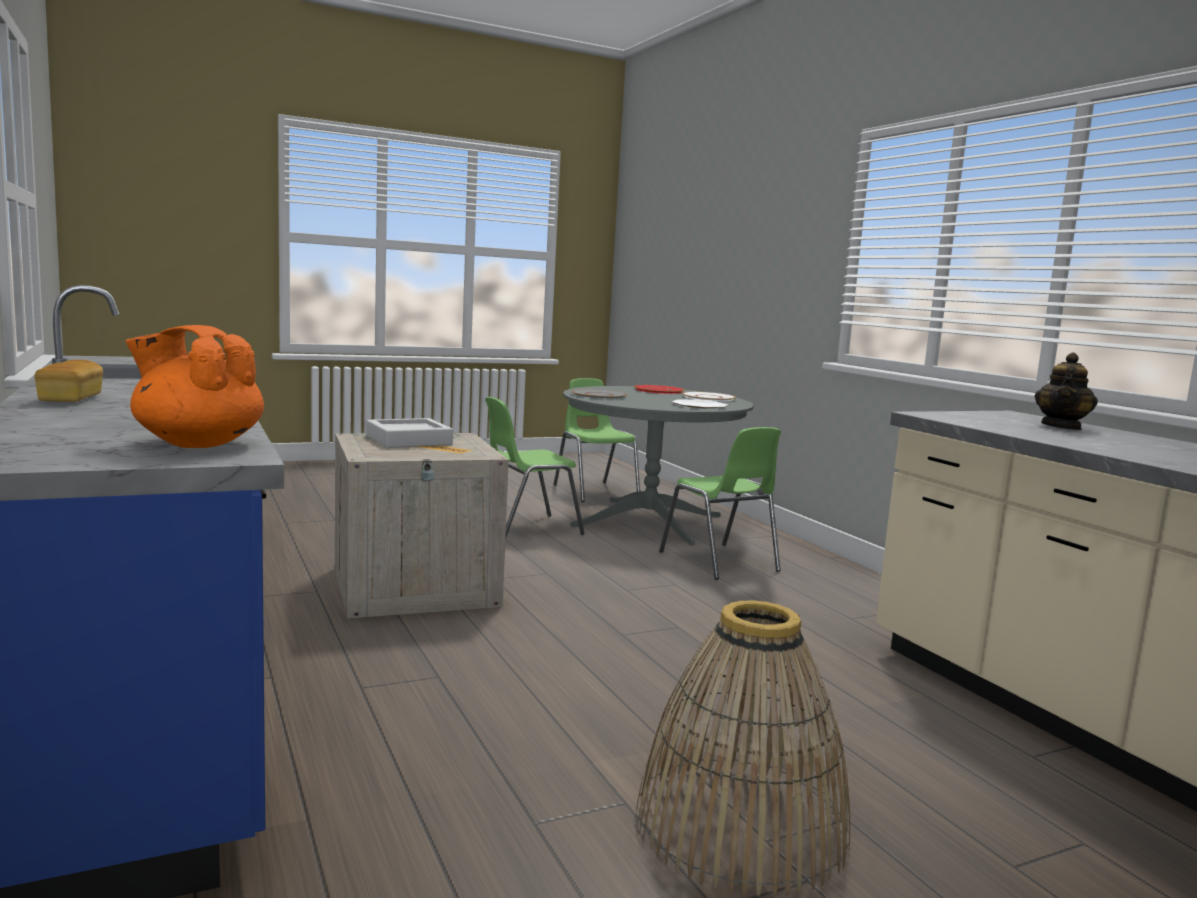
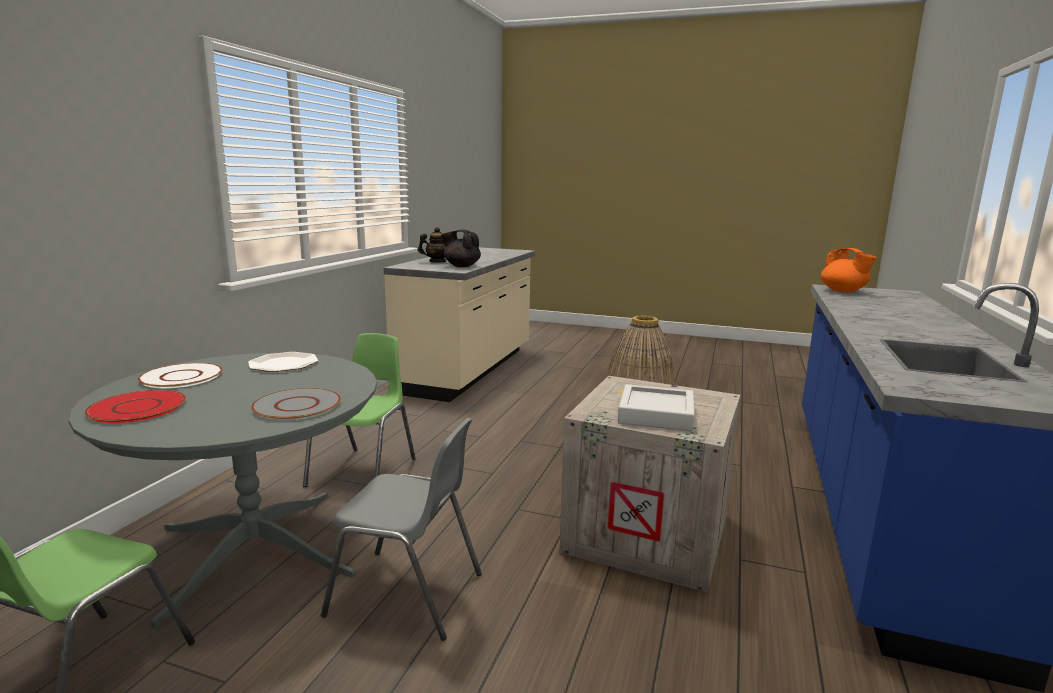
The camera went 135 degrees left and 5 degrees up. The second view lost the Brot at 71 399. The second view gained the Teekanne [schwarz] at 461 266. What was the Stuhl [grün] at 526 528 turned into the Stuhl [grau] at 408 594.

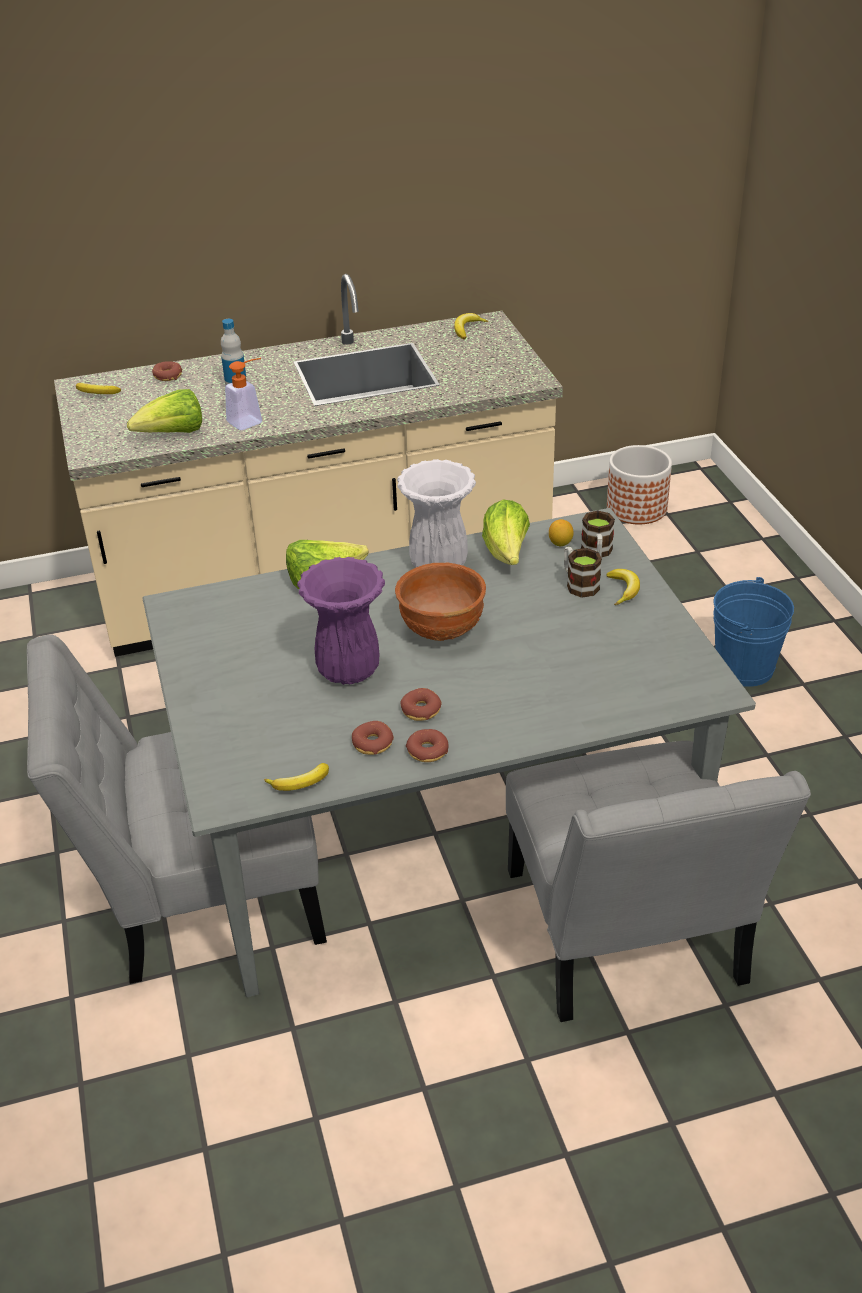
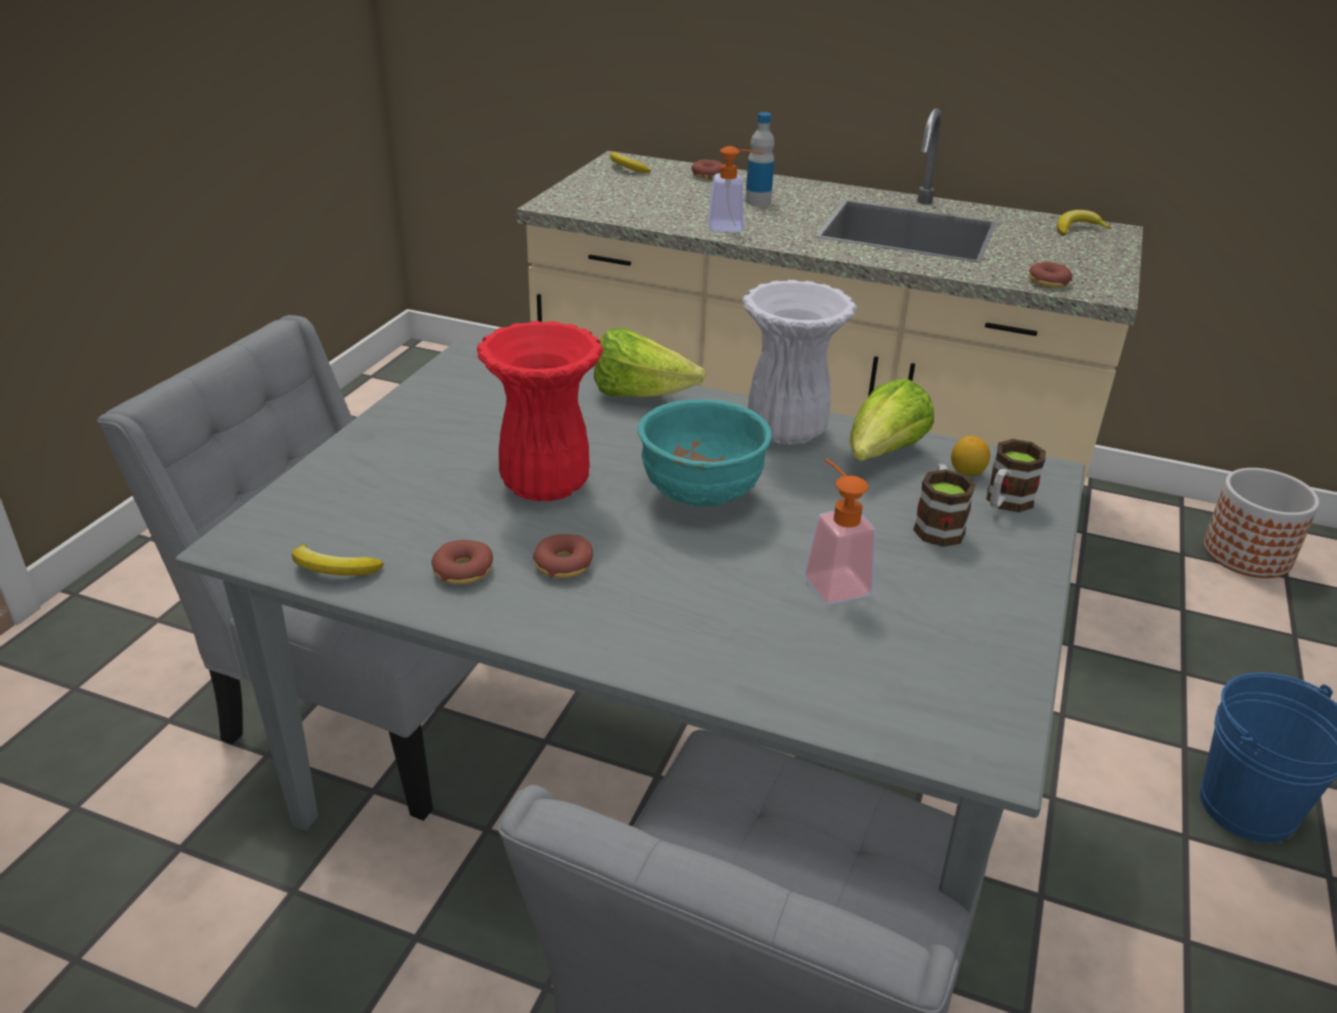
The camera went 35 degrees right and 5 degrees down. The second view lost the Salatkopf at 173 434. The second view lost the Banane at 623 590. The second view gained the Seifenspender at 831 579. The Donut ended up elsewhere, having gone from 427 751 to 1048 282. What was the Vase [lila] at 349 671 turned into the Vase [rot] at 544 487. What was the Schüssel [braun] at 442 630 turned into the Schüssel [türkis] at 702 495.

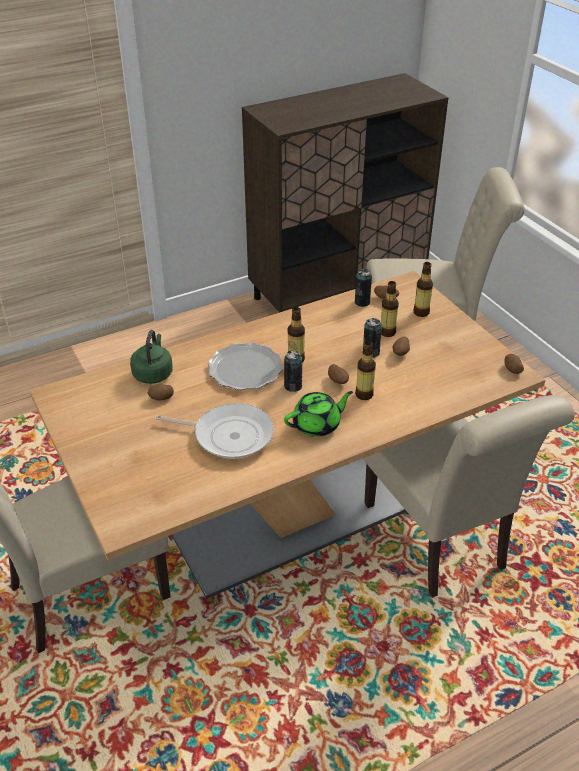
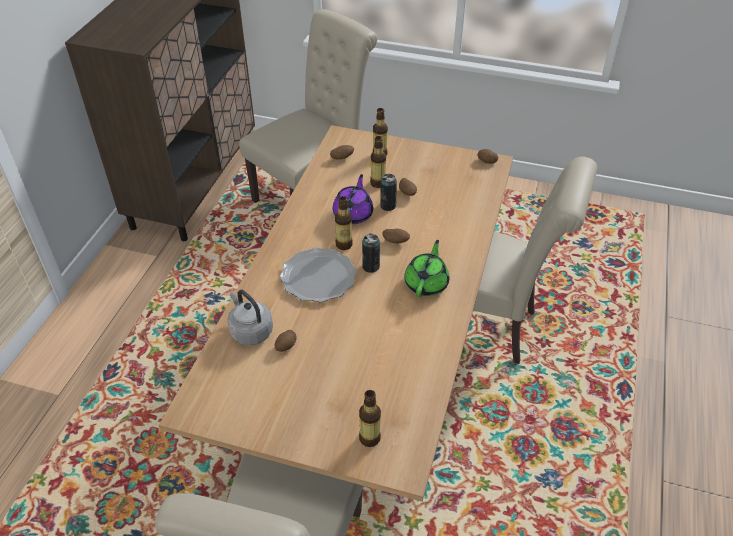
The camera went 45 degrees left and 5 degrees up. The second view lost the Pfanne at 229 435. The second view lost the Dose at 362 302. The second view gained the Teekanne [lila] at 353 214. The Flasche ended up elsewhere, having gone from 364 394 to 369 438. What was the Wasserkessel [grün] at 153 373 turned into the Wasserkessel [grau] at 250 331.

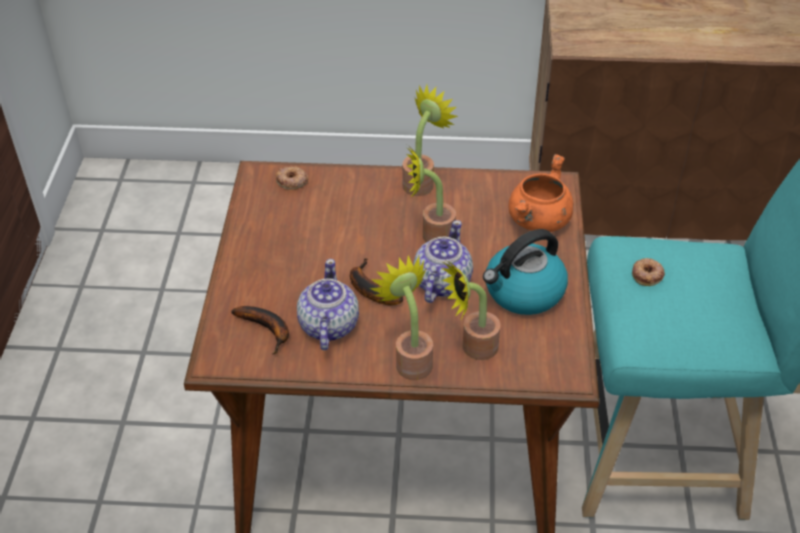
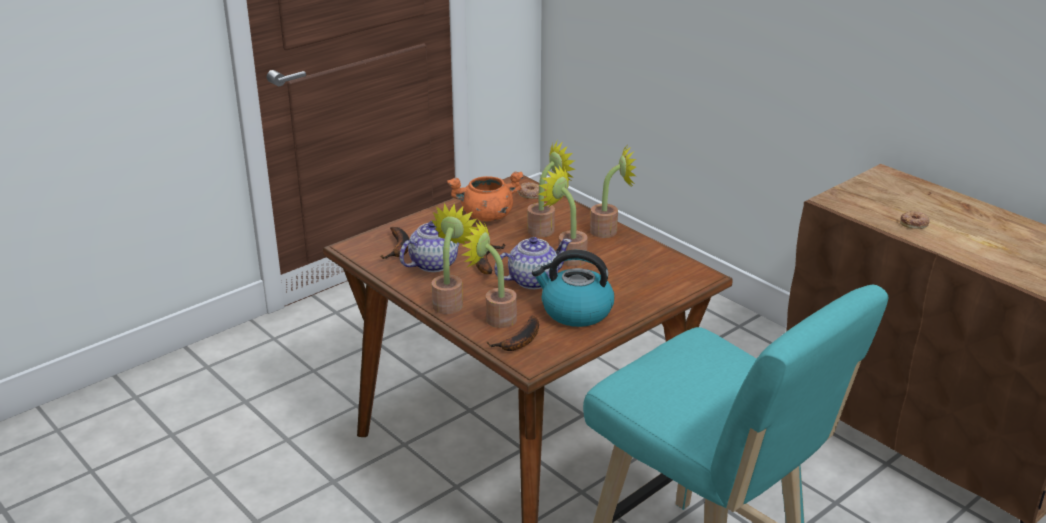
The camera went 45 degrees right and 15 degrees down. The second view gained the Banane at 519 342. The second view gained the Topfpflanze at 545 229. The Kochtopf [orange] ended up elsewhere, having gone from 539 221 to 487 216. The Donut ended up elsewhere, having gone from 647 274 to 914 223.

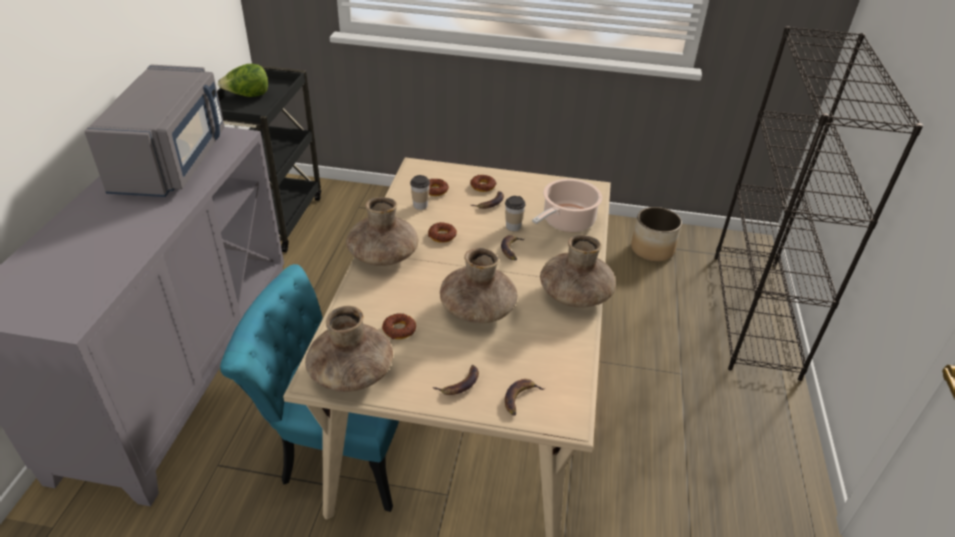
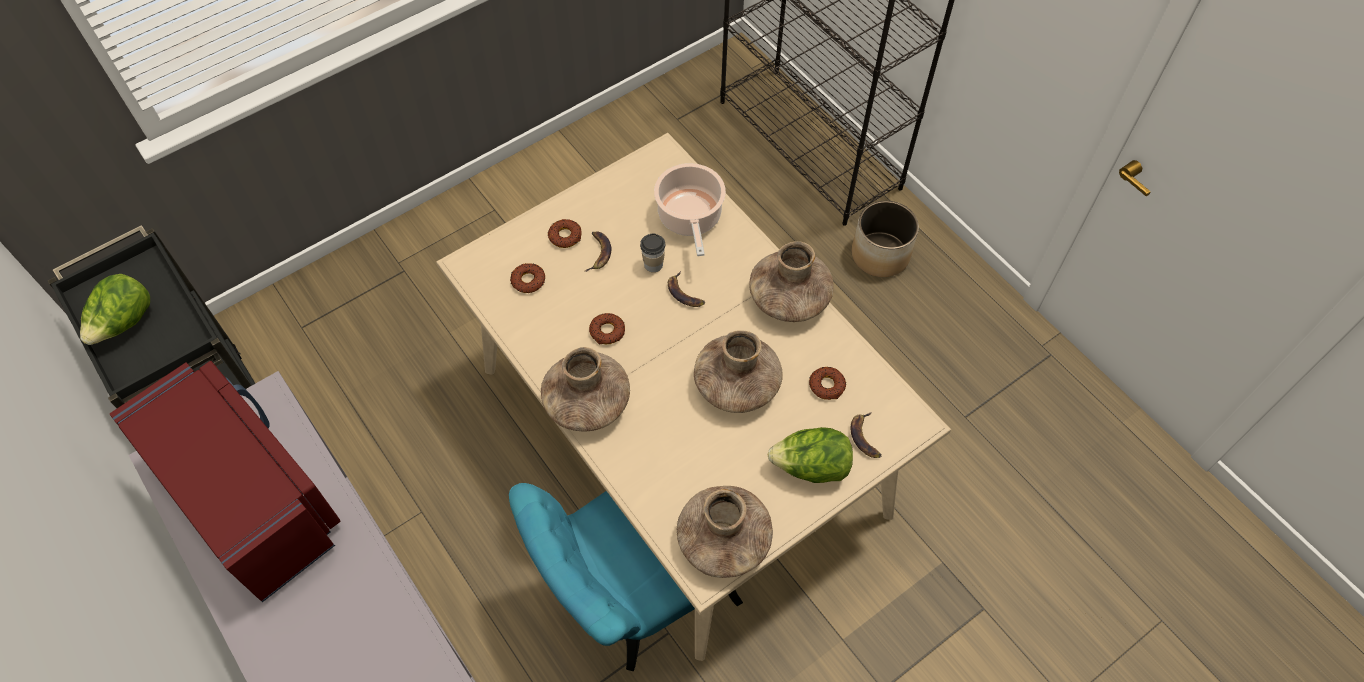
The camera went 45 degrees left and 20 degrees up. The second view lost the Tasse at 420 205. The Donut ended up elsewhere, having gone from 399 330 to 827 385. The Pflanzkübel ended up elsewhere, having gone from 652 249 to 880 254. Where the Banane stood at 460 383, the Salatkopf came to stand at 811 467. What was the Mikrowelle [grau] at 173 161 turned into the Mikrowelle [rot] at 251 497.

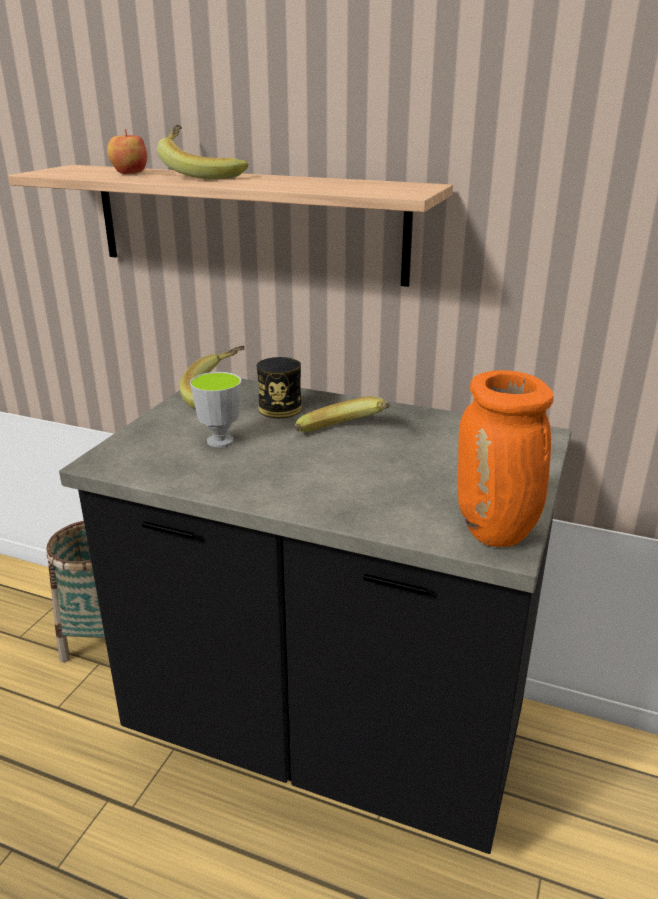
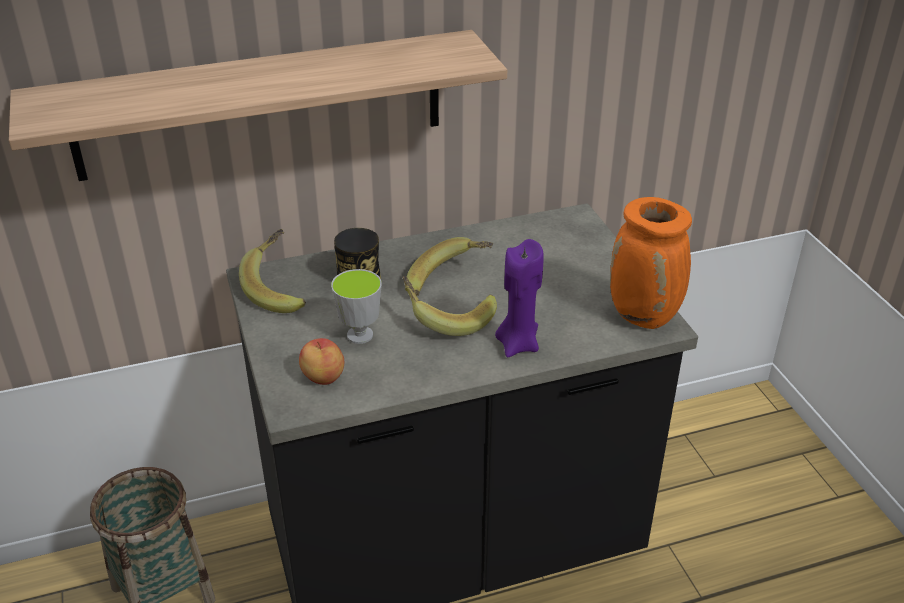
The camera went 40 degrees left and 10 degrees up. The second view gained the Kerze [lila] at 518 344. The Apfel ended up elsewhere, having gone from 129 173 to 322 377. The Banane ended up elsewhere, having gone from 202 175 to 447 318.

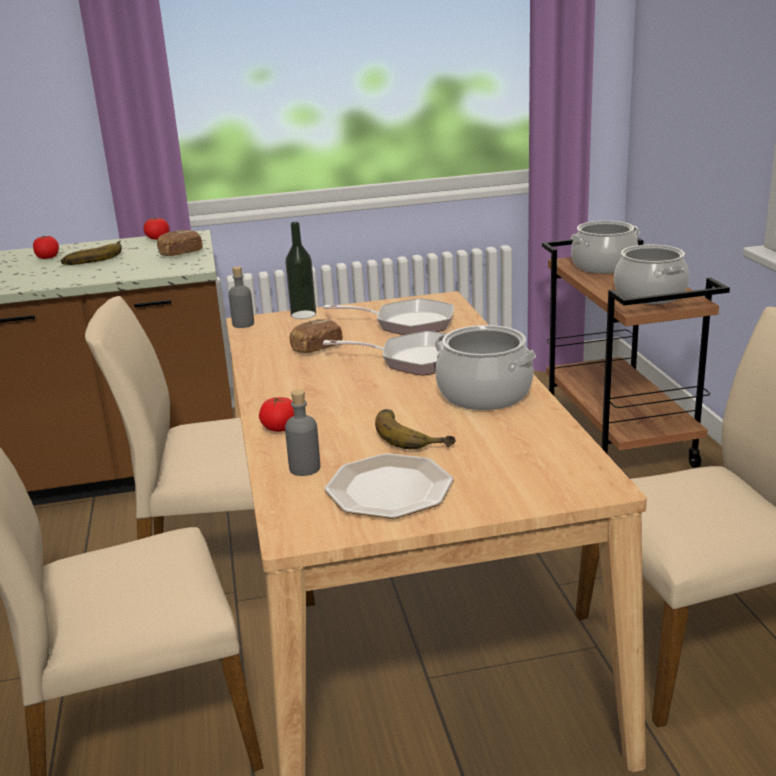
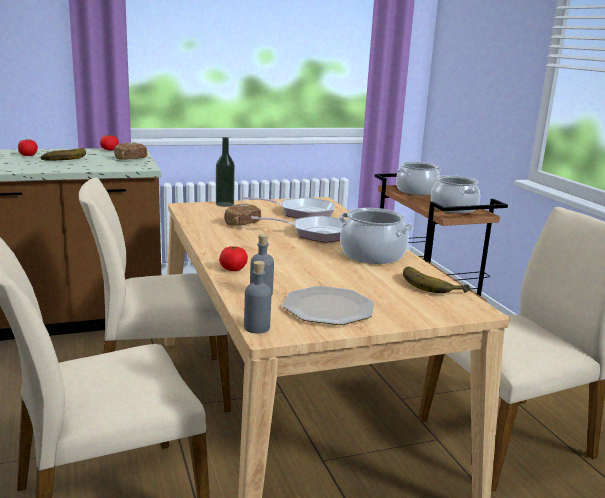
The camera went 10 degrees left and 5 degrees down. The Flasche [grau] ended up elsewhere, having gone from 243 324 to 257 327. The Banane ended up elsewhere, having gone from 413 434 to 432 284.

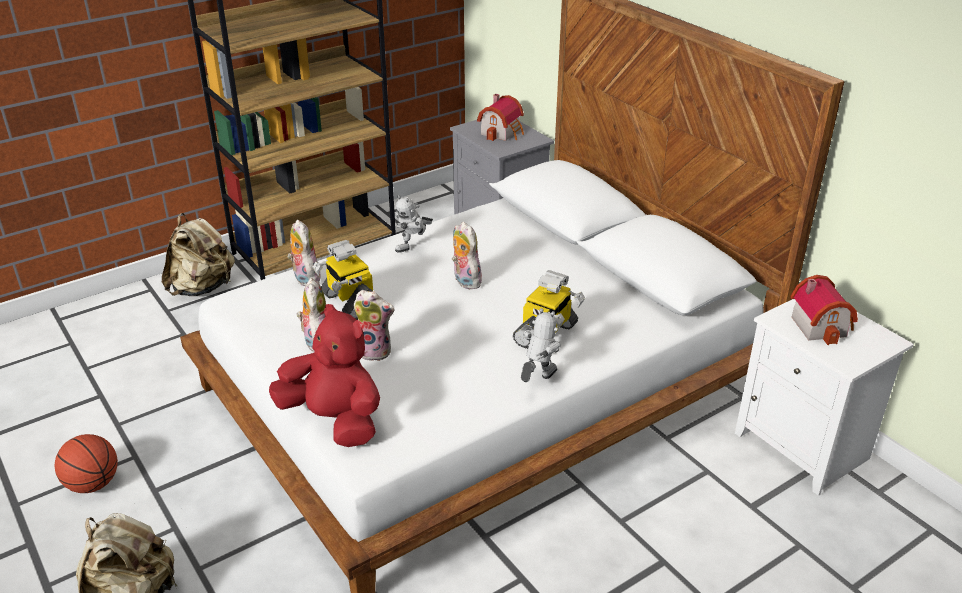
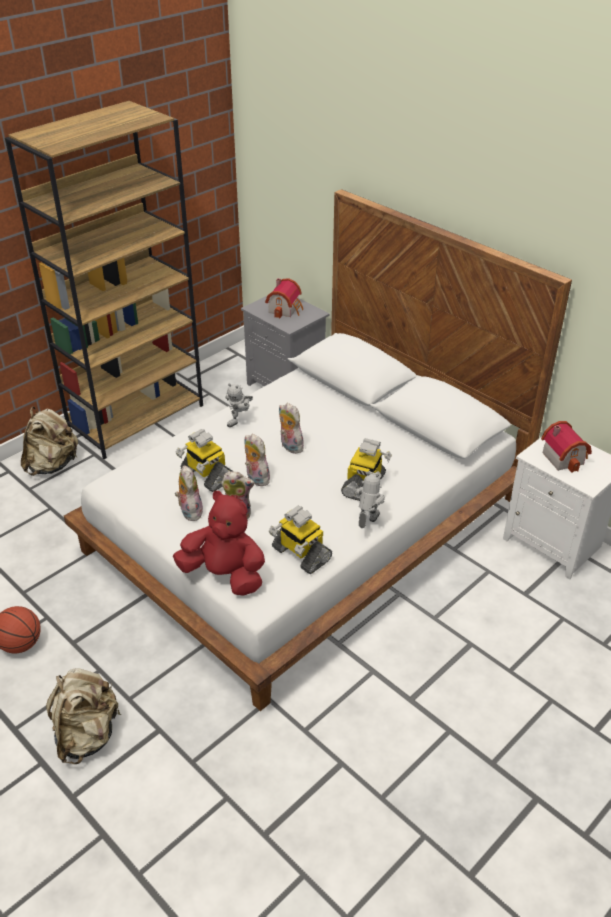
The camera went 10 degrees left and 5 degrees up. The second view gained the Spielzeugroboter at 300 554. The Plüschtier ended up elsewhere, having gone from 305 278 to 256 478.

